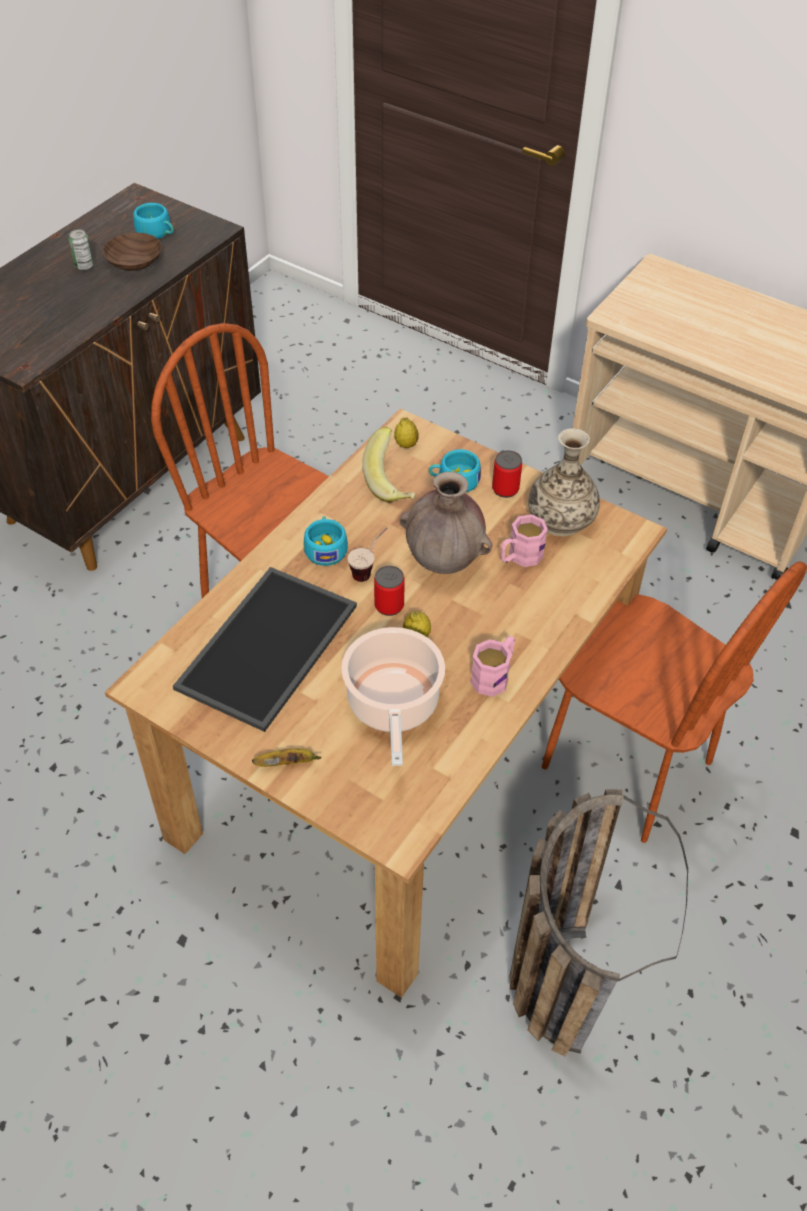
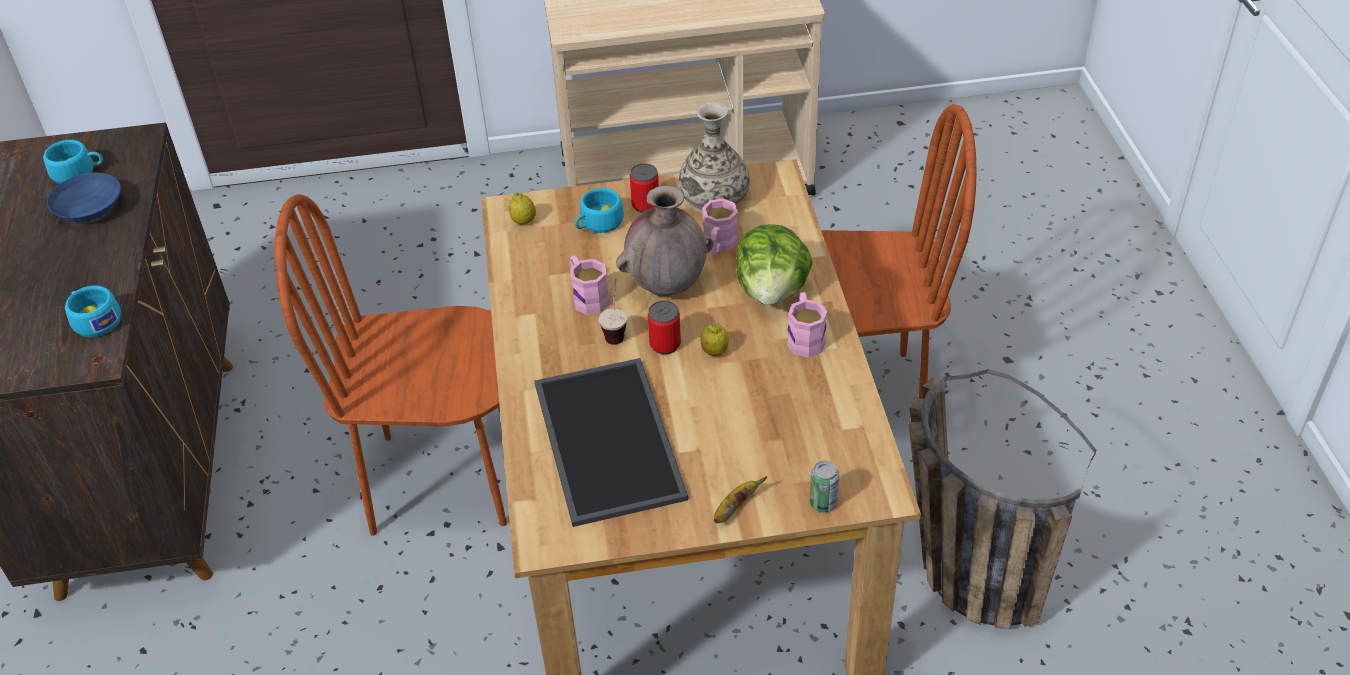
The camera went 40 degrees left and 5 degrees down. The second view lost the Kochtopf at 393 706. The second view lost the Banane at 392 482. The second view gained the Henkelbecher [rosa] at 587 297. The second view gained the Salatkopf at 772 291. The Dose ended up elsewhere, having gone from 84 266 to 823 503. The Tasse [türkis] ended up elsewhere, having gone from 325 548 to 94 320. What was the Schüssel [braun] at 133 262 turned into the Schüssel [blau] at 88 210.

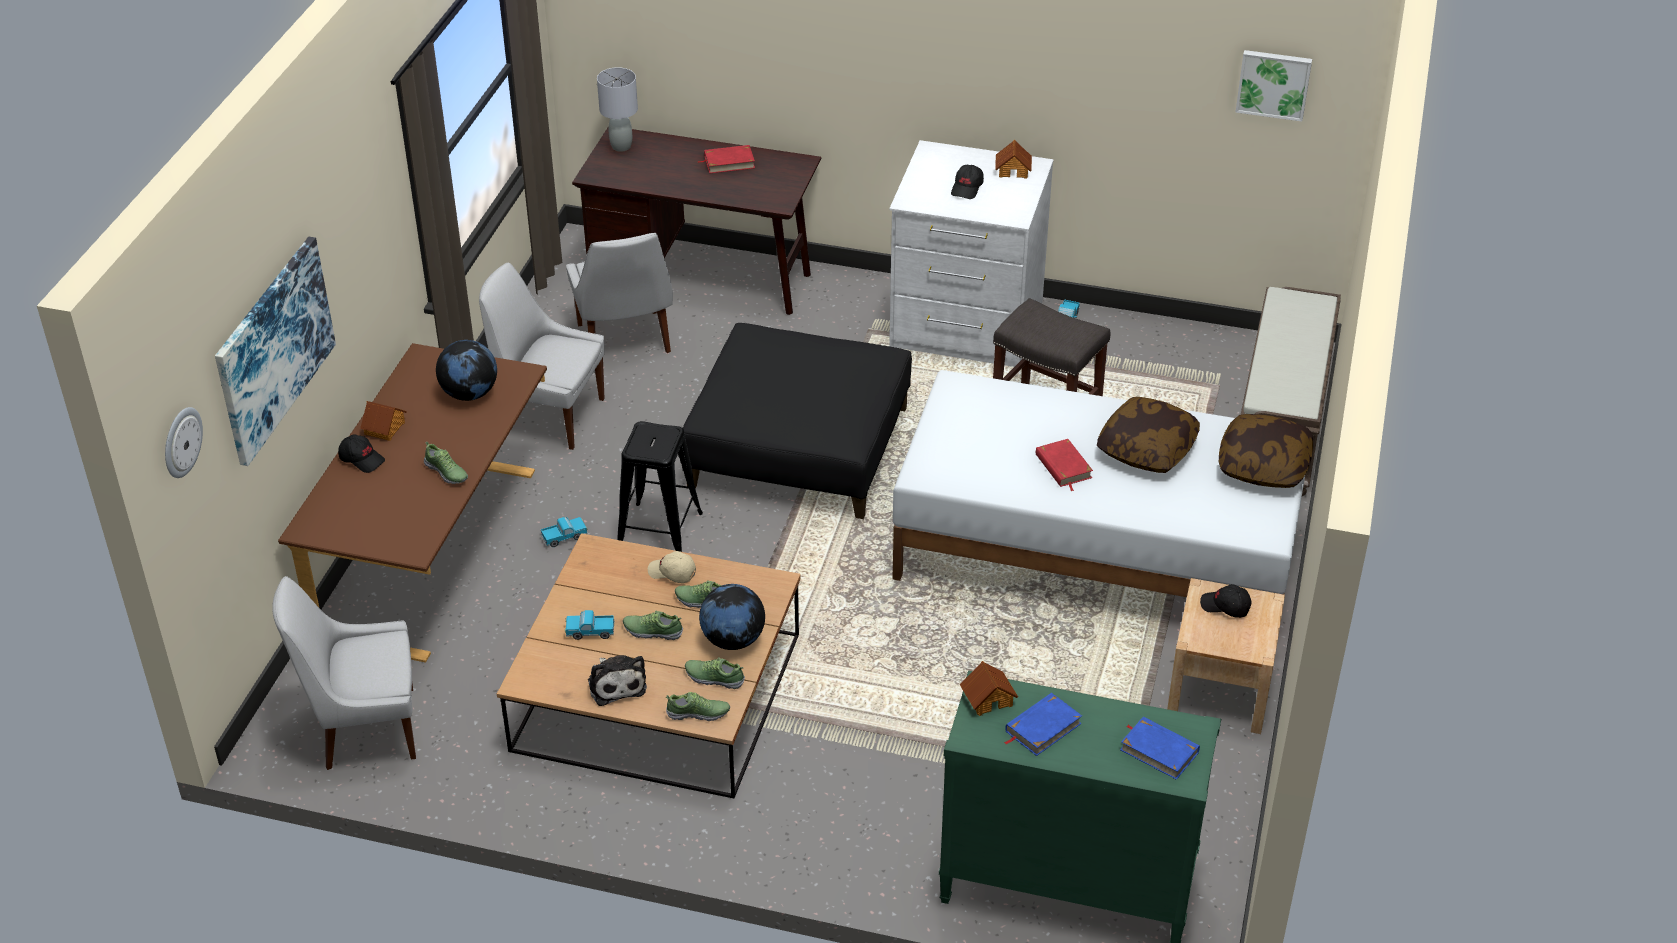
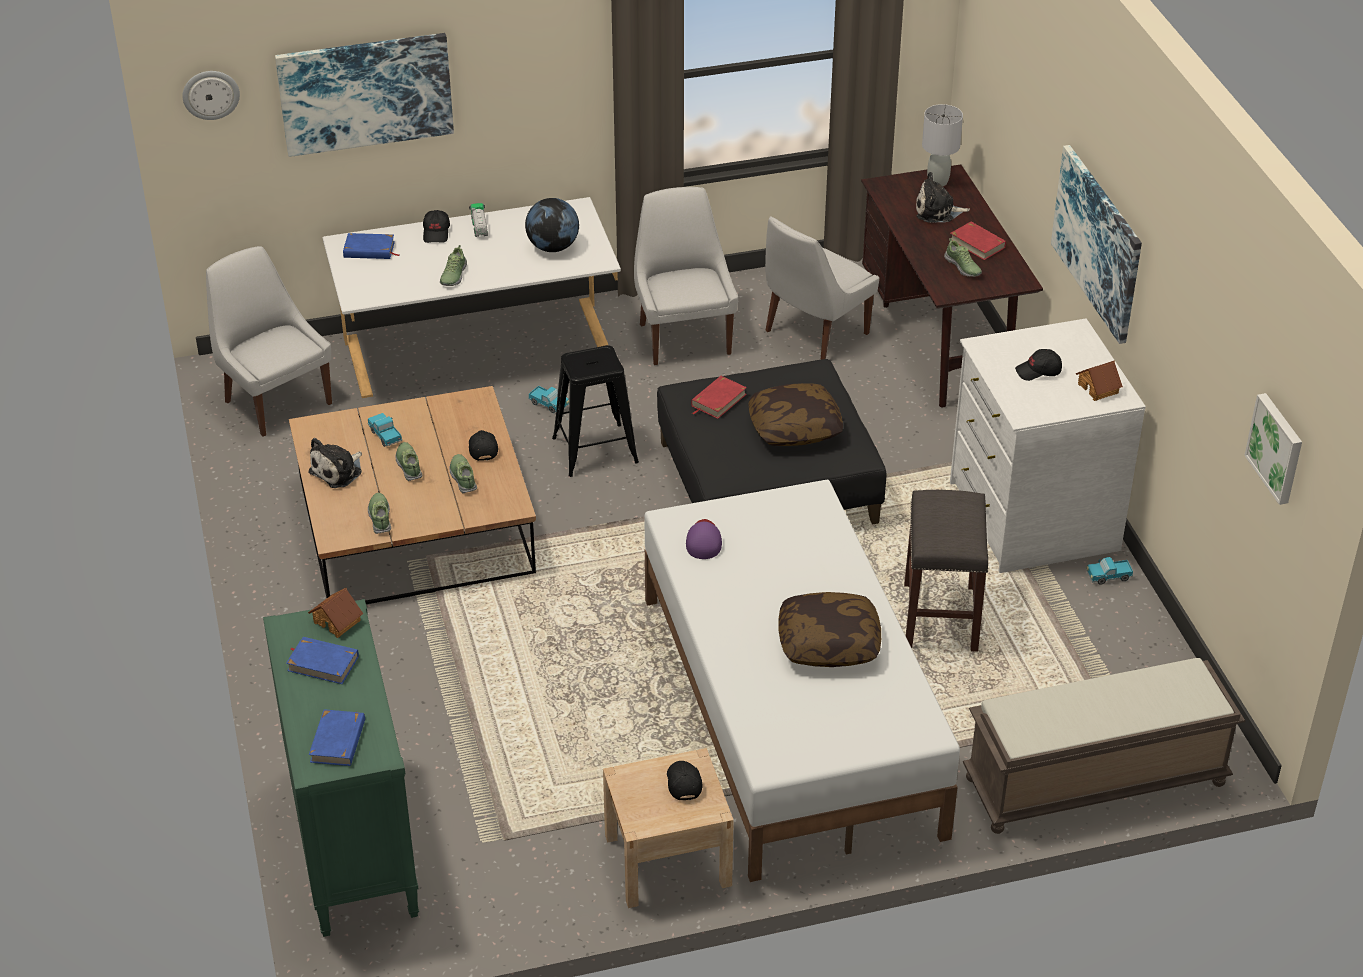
The camera went 60 degrees right and 0 degrees up. The second view lost the Globus at 733 640. The second view gained the Buch [blau] at 369 250. The second view gained the Kappe [lila] at 703 541. The second view gained the Plüschtier at 937 211. The second view gained the Bild at 1098 242. The Schuh ended up elsewhere, having gone from 698 713 to 963 267. The Buch [rot] ended up elsewhere, having gone from 1063 467 to 718 400. The Kissen ended up elsewhere, having gone from 1263 465 to 794 428. Where the Spielzeughaus stood at 385 428, the Spielzeuglaster came to stand at 479 227. What was the Schreibtisch [braun] at 435 554 turned into the Schreibtisch [weiß] at 478 352. What was the Kappe [beige] at 672 573 turned into the Kappe [schwarz] at 482 449.

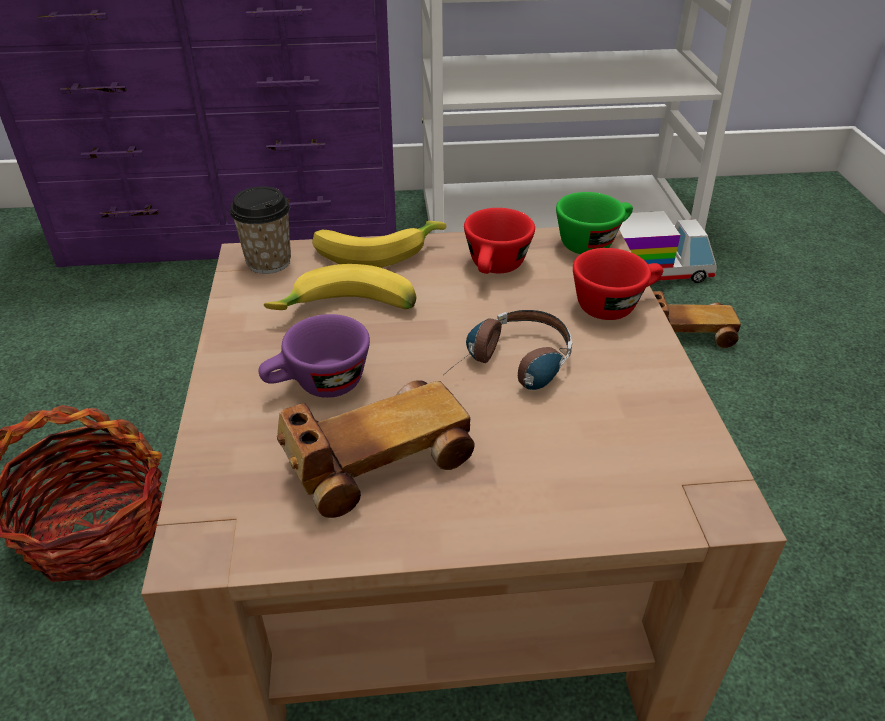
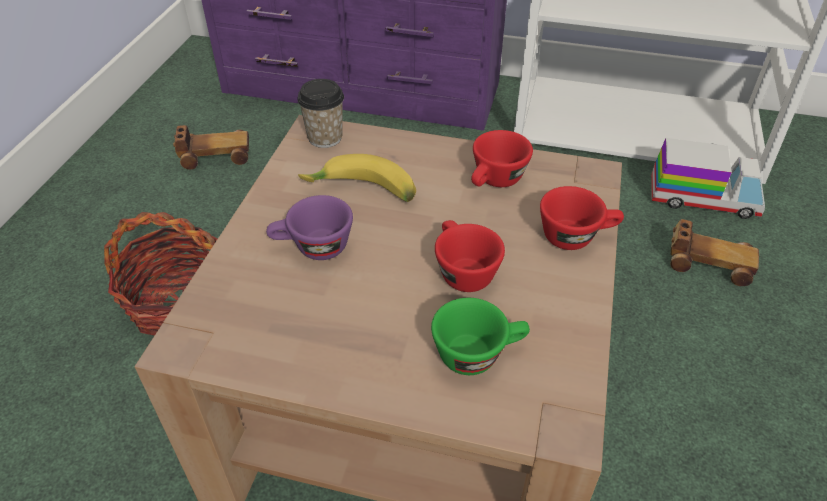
The camera went 20 degrees right and 5 degrees up. The second view lost the Banane at 376 251. The Spielzeugauto ended up elsewhere, having gone from 376 461 to 215 156. The Tasse [grün] ended up elsewhere, having gone from 592 242 to 478 353. Where the Kopfhörer stood at 511 368, the Tasse [rot] came to stand at 461 270.

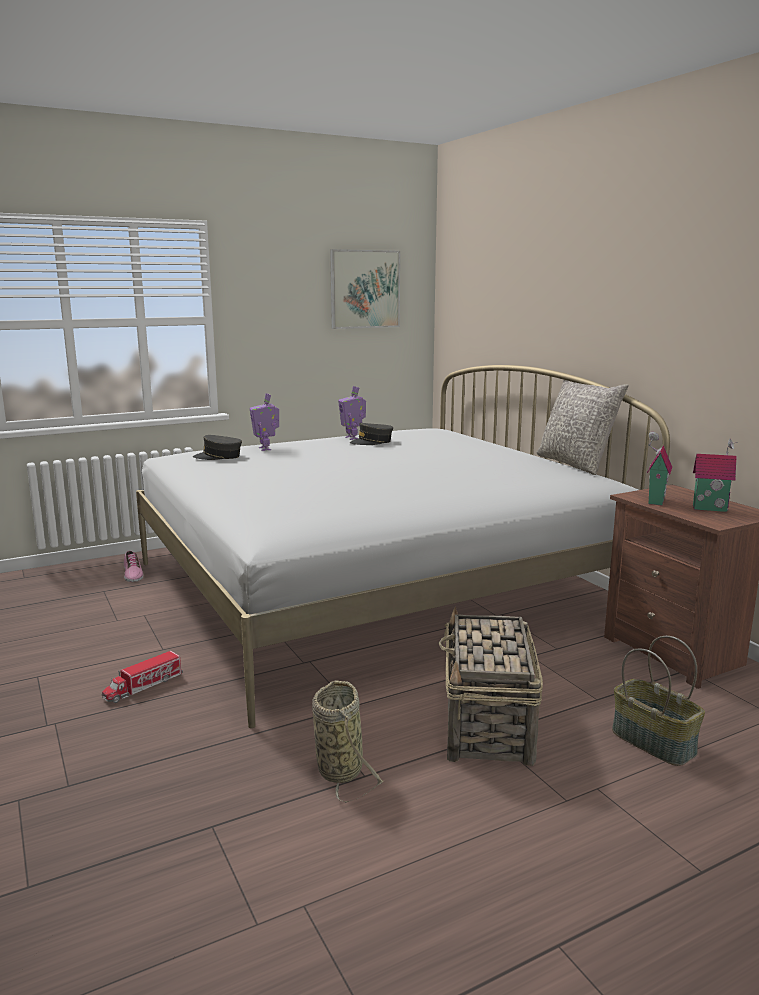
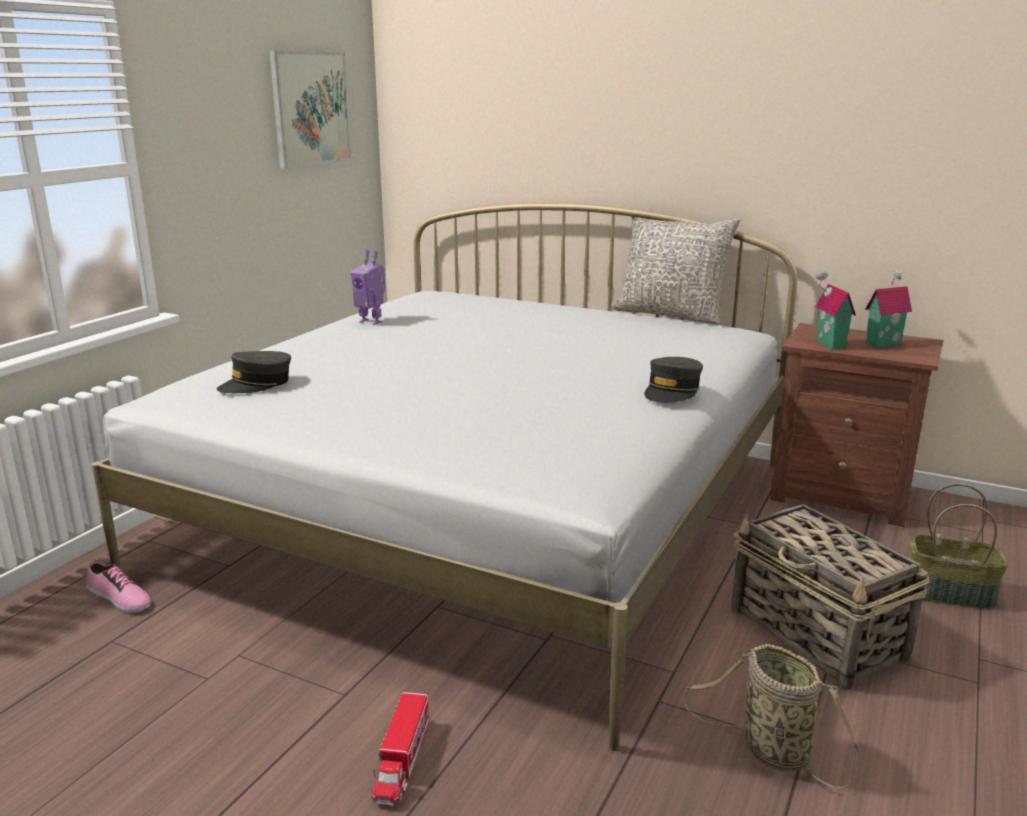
The camera went 35 degrees left and 5 degrees up. The second view lost the Spielzeugroboter at 266 449. The Kappe [grau] ended up elsewhere, having gone from 372 442 to 672 391.

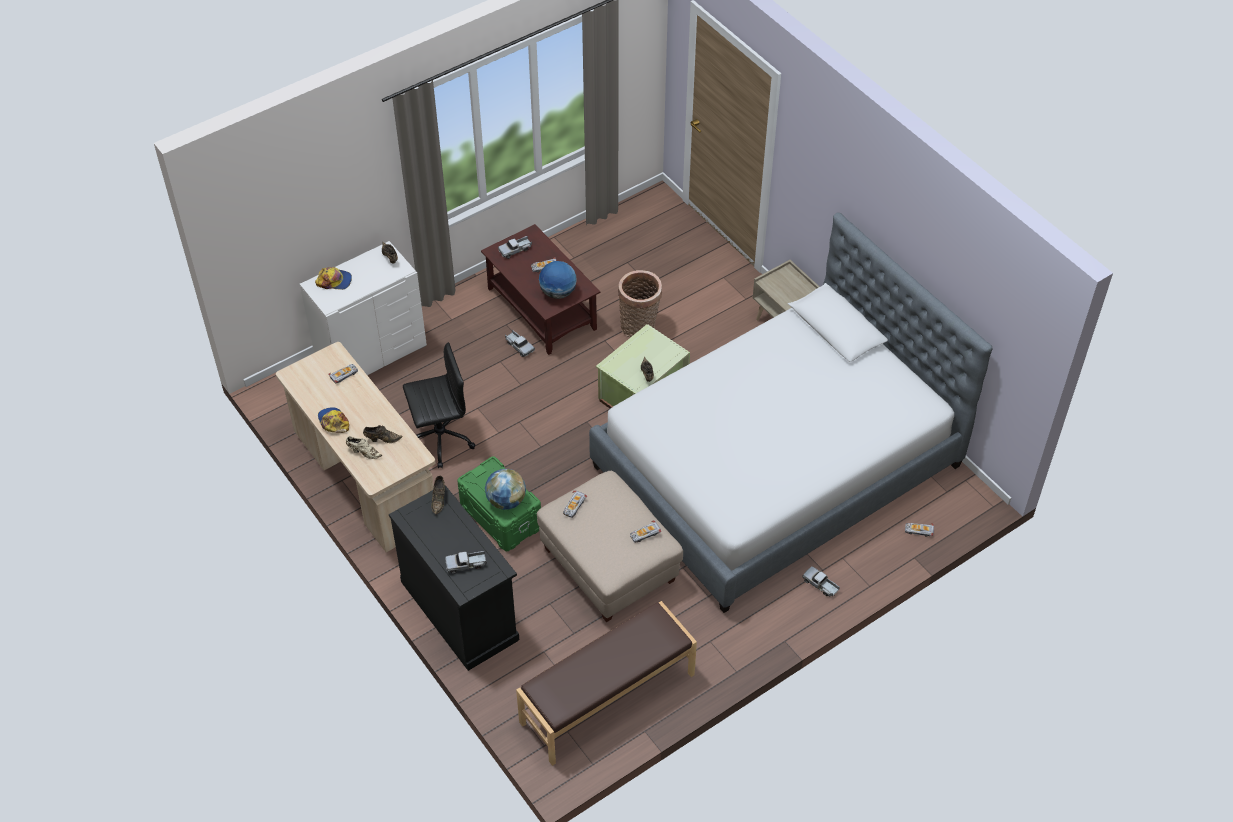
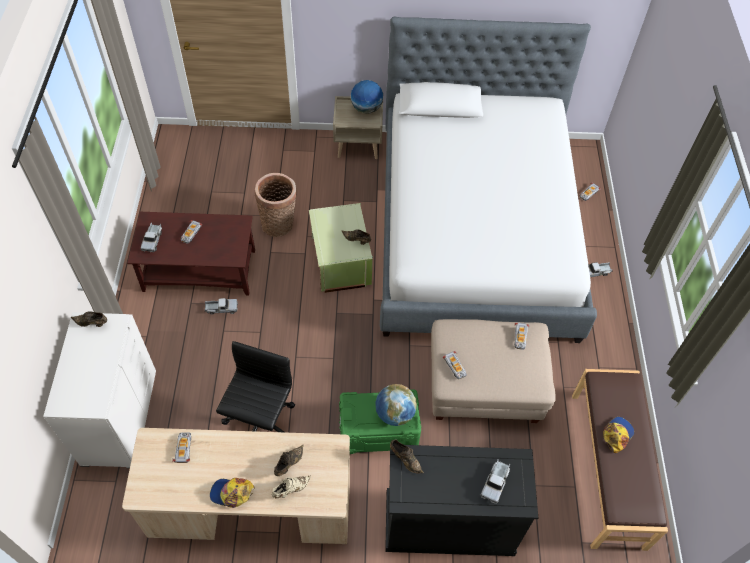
The camera went 55 degrees left and 5 degrees up. The Kappe ended up elsewhere, having gone from 334 281 to 617 435. The Globus ended up elsewhere, having gone from 558 292 to 366 109.

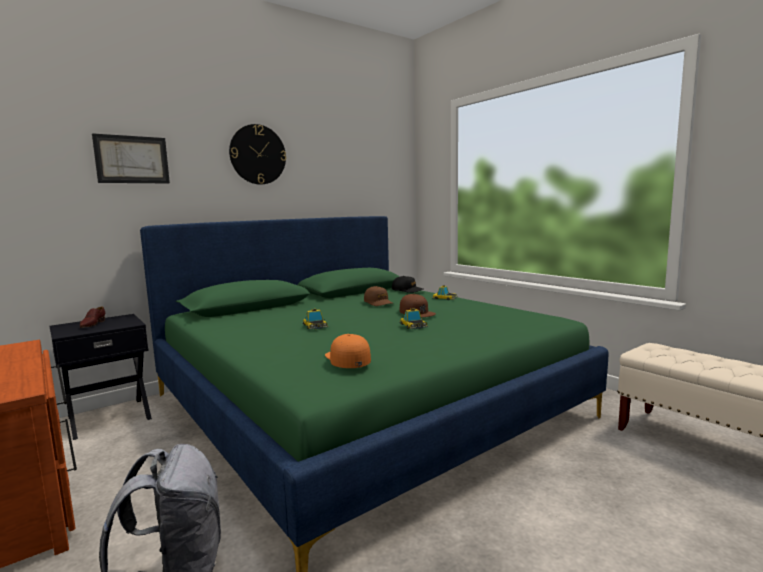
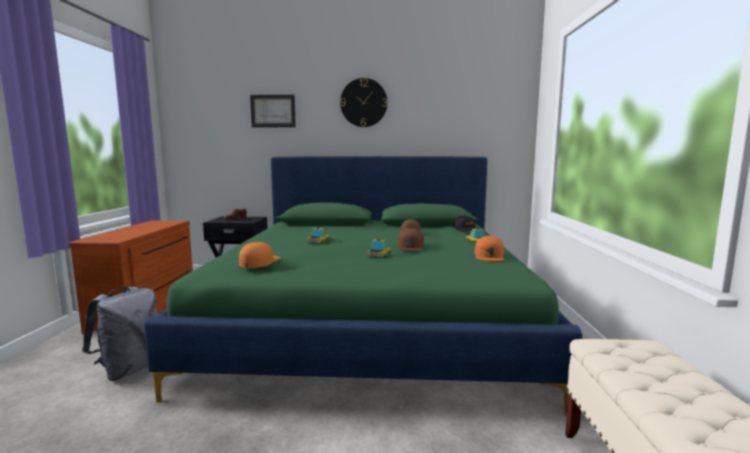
The camera went 40 degrees right and 0 degrees up. The second view gained the Kappe [orange] at 489 255.

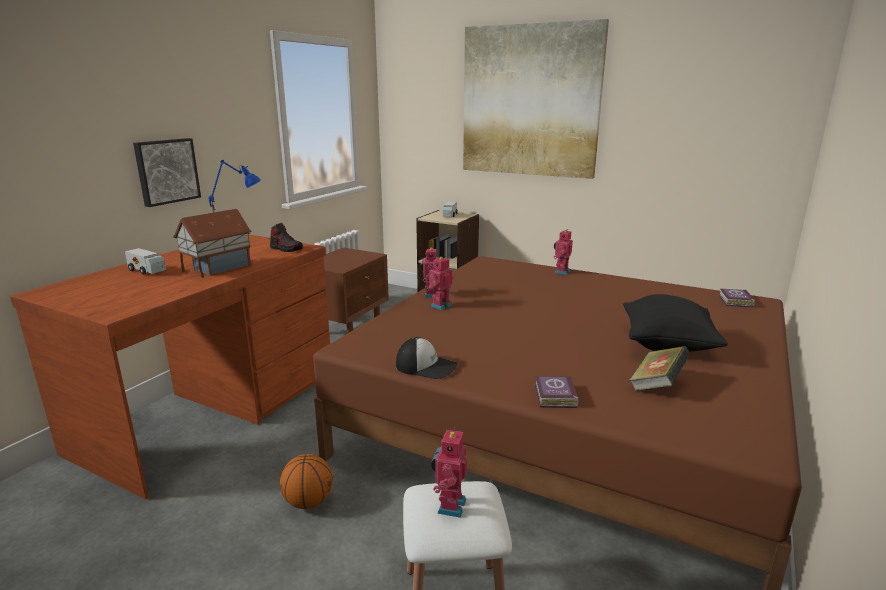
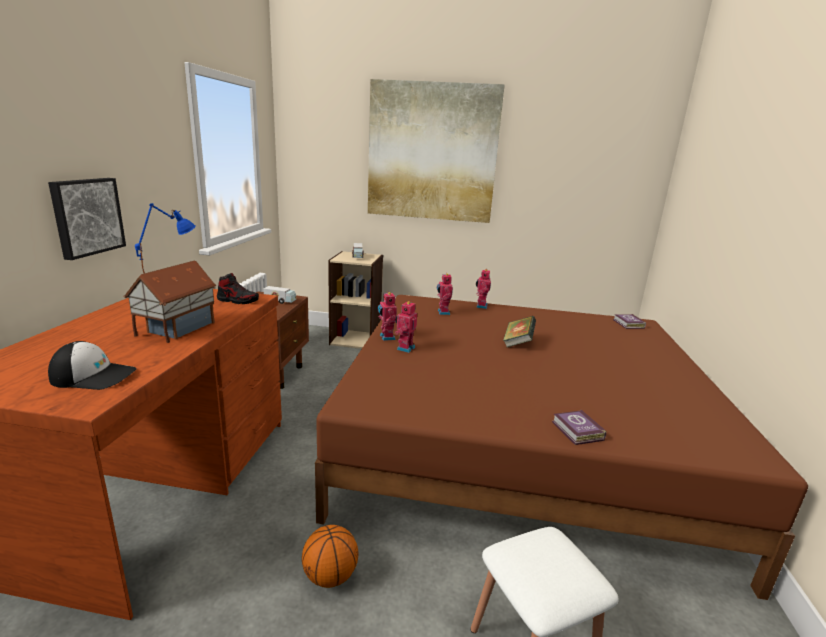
The camera went 20 degrees left and 0 degrees up. The second view lost the Kissen [schwarz] at 667 345. The Spielzeuglaster ended up elsewhere, having gone from 147 271 to 280 301. The Kappe ended up elsewhere, having gone from 426 366 to 94 376. The Spielzeugroboter ended up elsewhere, having gone from 449 506 to 442 312. The Buch ended up elsewhere, having gone from 657 385 to 518 343.

